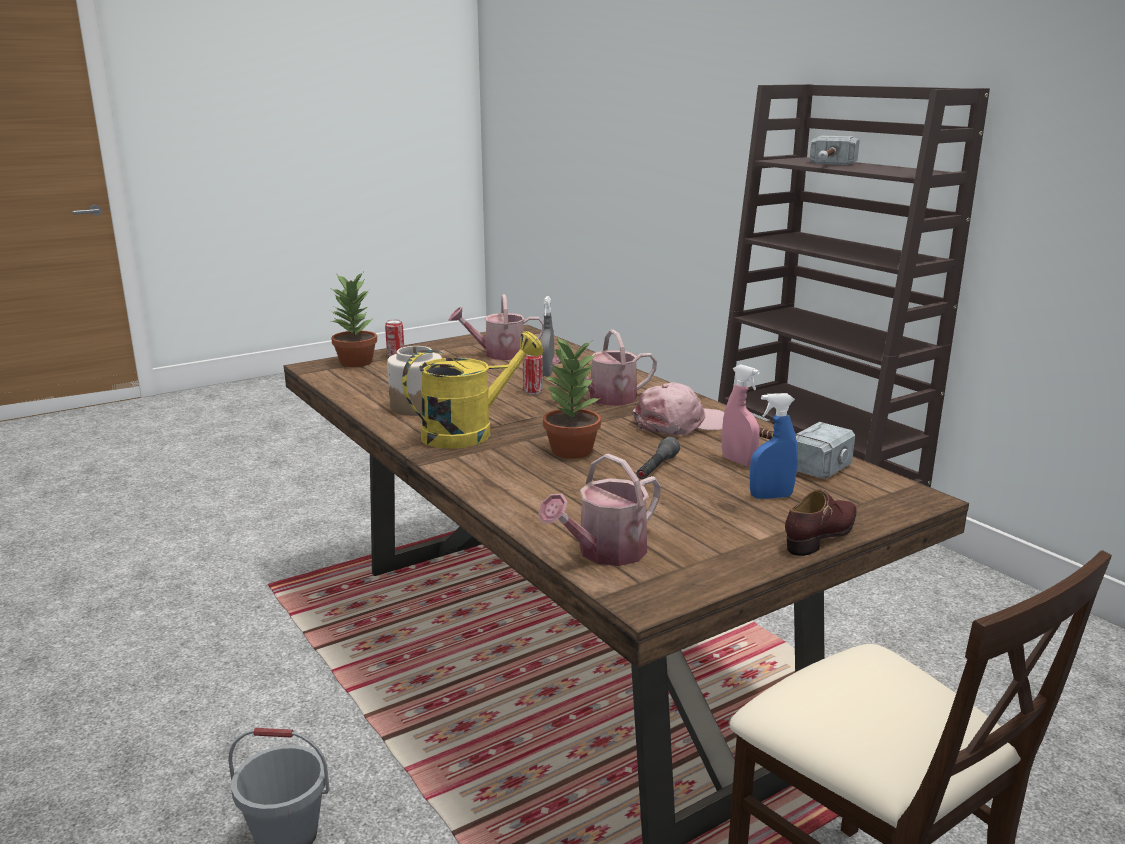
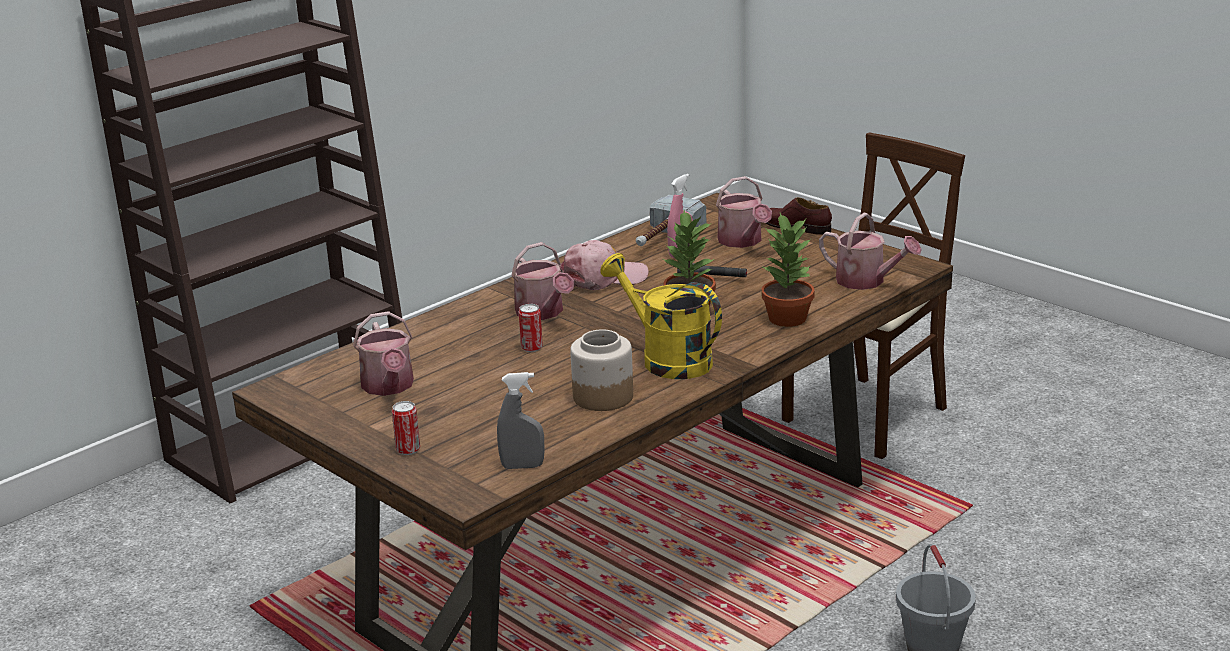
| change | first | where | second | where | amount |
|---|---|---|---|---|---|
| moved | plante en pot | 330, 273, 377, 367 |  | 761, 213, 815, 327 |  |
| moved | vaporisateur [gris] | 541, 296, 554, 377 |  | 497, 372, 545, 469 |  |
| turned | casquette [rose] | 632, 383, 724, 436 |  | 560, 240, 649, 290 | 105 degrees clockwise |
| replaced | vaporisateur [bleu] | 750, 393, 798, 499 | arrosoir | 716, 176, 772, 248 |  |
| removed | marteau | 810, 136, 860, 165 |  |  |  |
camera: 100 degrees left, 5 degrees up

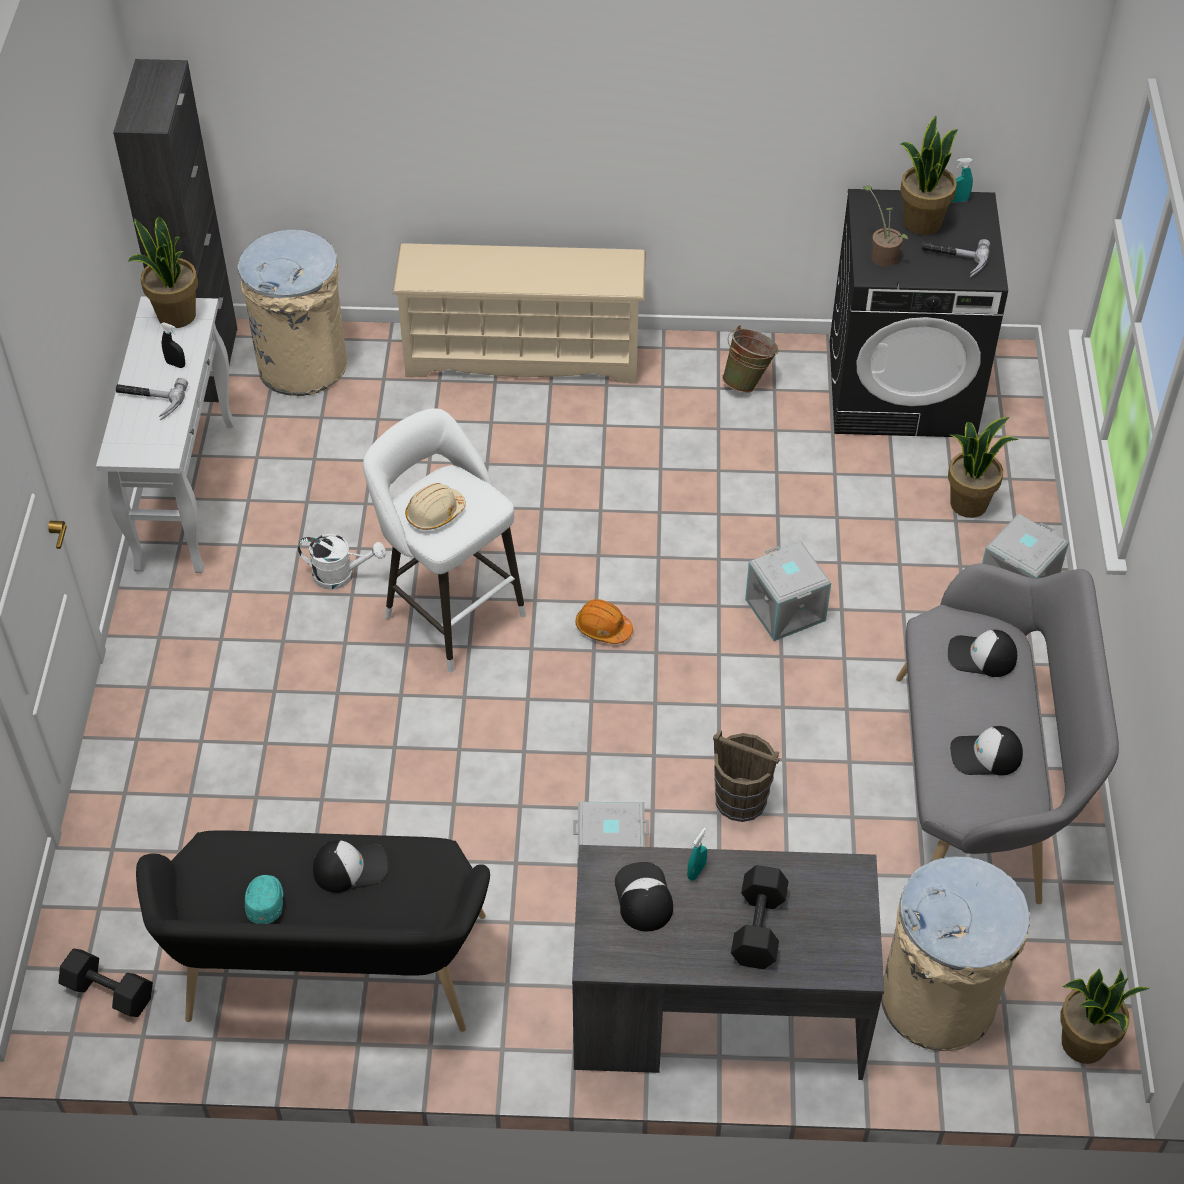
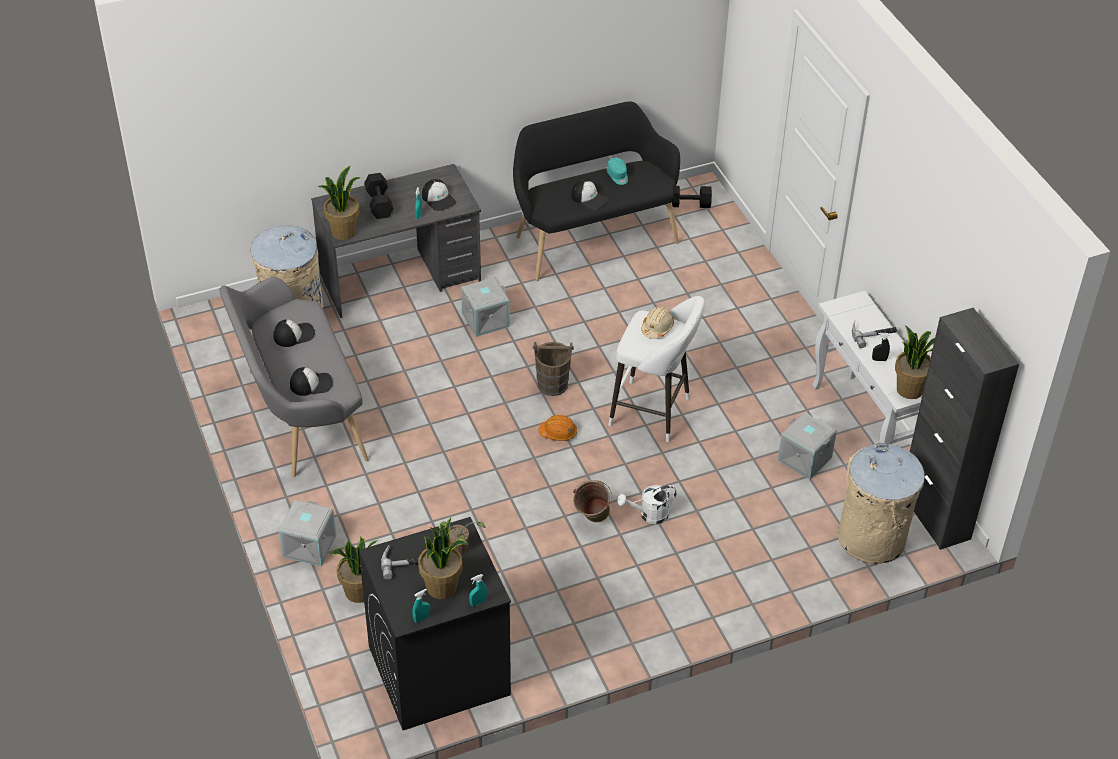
| change | first | where | second | where | amount |
|---|---|---|---|---|---|
| moved | arrosoir [blanc] | 298, 534, 386, 590 |  | 617, 485, 677, 524 |  |
| turned | casquette | 313, 840, 388, 893 |  | 571, 179, 608, 209 | 105 degrees counterclockwise |
| removed | étagère à chaussures [beige] | 392, 243, 646, 383 |  |  |  |
| moved | seau [marron] | 713, 729, 780, 822 |  | 533, 342, 574, 396 |  |
| moved | seau [vert] | 722, 325, 779, 393 |  | 573, 480, 612, 523 |  |
| moved | boîte de rangement [gris] | 745, 542, 831, 641 |  | 777, 412, 837, 480 |  |
| moved | plante en pot | 1060, 969, 1150, 1064 |  | 317, 166, 361, 240 |  |
| added |  |  | vaporisateur [turquoise] | 469, 574, 487, 606 |  |
camera: 155 degrees right, 5 degrees down

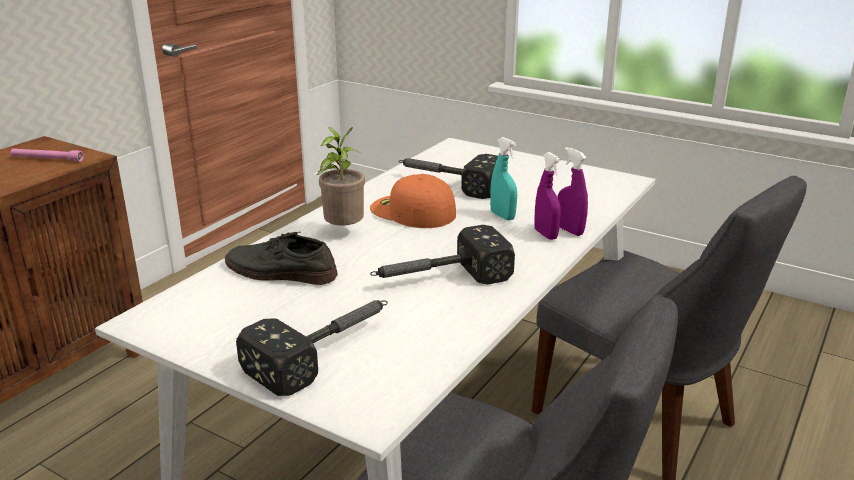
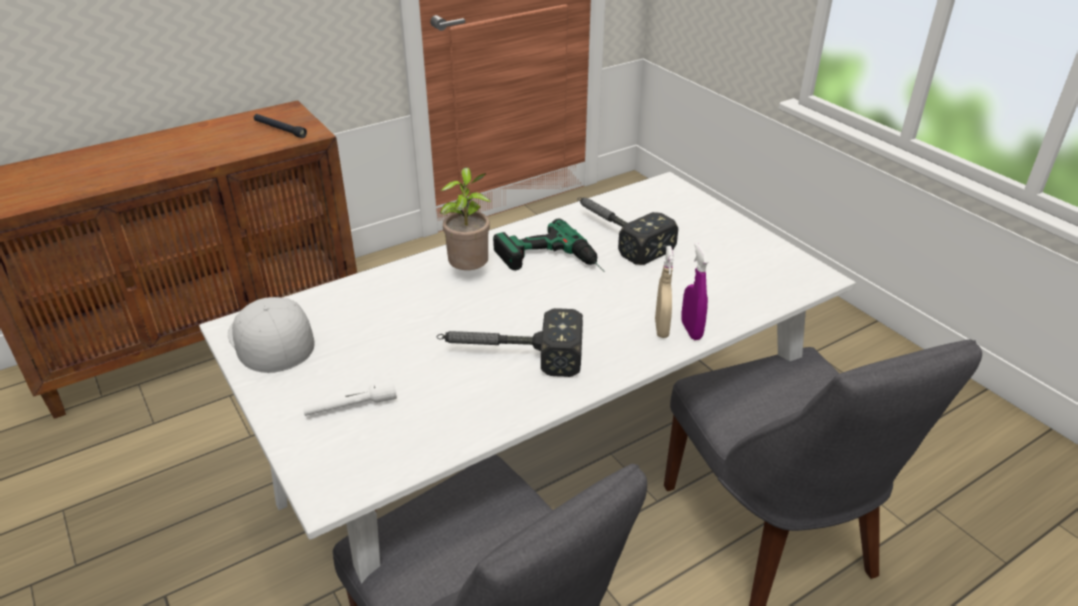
| change | first | where | second | where | amount |
|---|---|---|---|---|---|
| recoloured | lampe de poche [rose] | 11, 148, 84, 162 | lampe de poche [noir] | 254, 114, 307, 138 |  |
| removed | chaussure [gris] | 225, 232, 338, 285 |  |  |  |
| replaced | marteau | 236, 300, 388, 396 | lampe de poche [blanc] | 302, 378, 397, 416 |  |
| replaced | casquette [orange] | 370, 174, 456, 228 | perceuse | 493, 219, 605, 272 |  |
| removed | vaporisateur [turquoise] | 490, 137, 517, 220 |  |  |  |
| recoloured | vaporisateur [violet] | 534, 152, 561, 240 | vaporisateur [beige] | 655, 246, 674, 338 |  |
| added |  |  | casquette [blanc] | 228, 297, 315, 373 |  |
camera: 25 degrees right, 10 degrees up

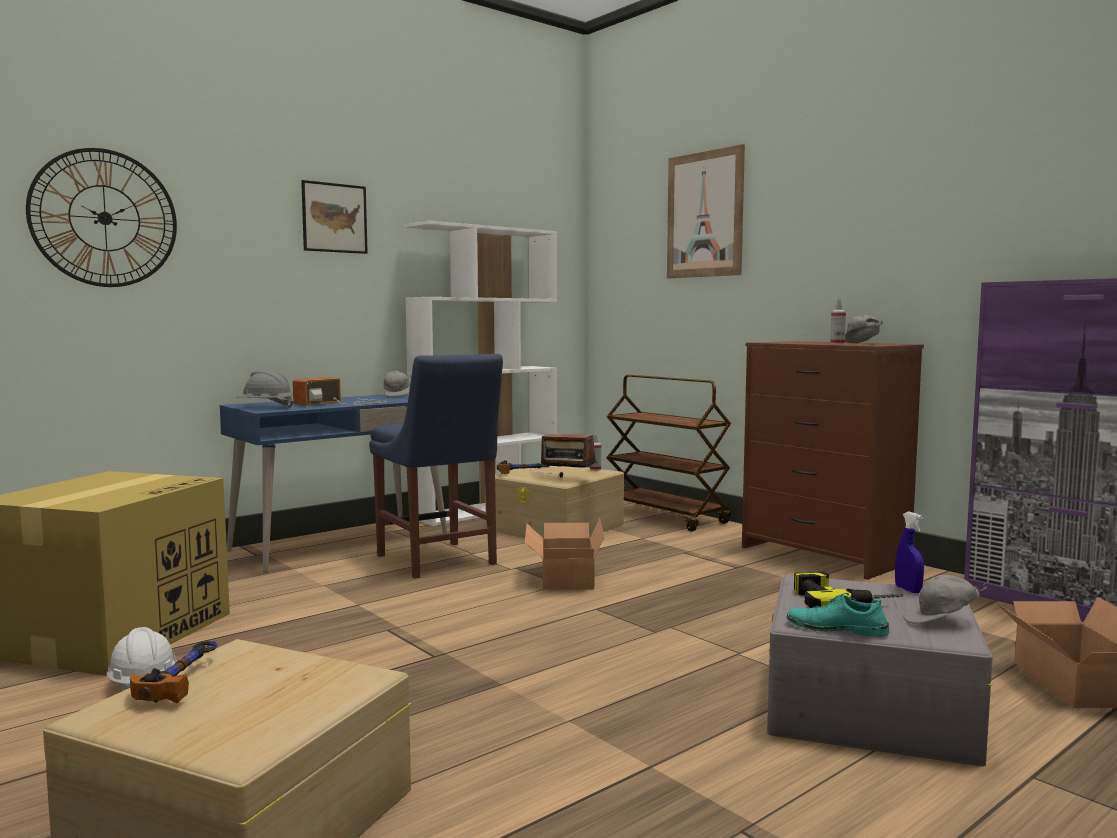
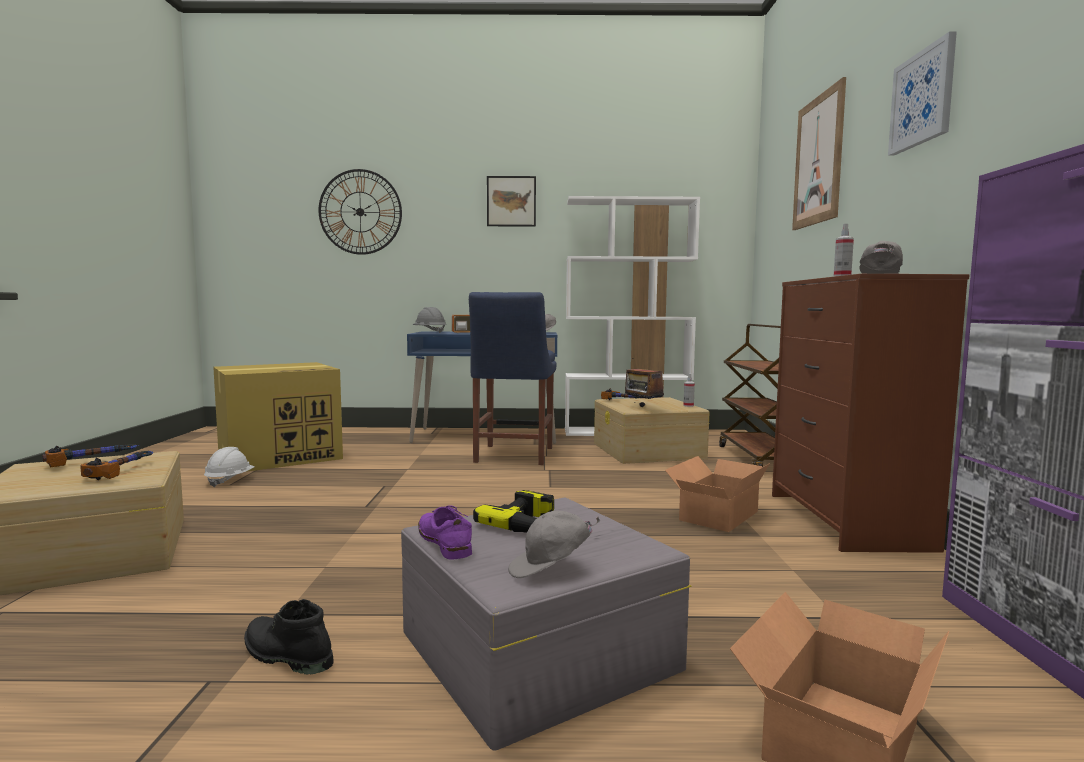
| change | first | where | second | where | amount |
|---|---|---|---|---|---|
| moved | carton | 525, 518, 605, 590 |  | 665, 456, 770, 532 |  |
| recoloured | chaussure [turquoise] | 786, 593, 889, 637 | chaussure [violet] | 418, 505, 472, 560 |  |
| removed | vaporisateur [bleu] | 895, 512, 924, 593 |  |  |  |
| turned | casquette [gris] | 903, 575, 987, 624 |  | 508, 511, 600, 578 | 60 degrees counterclockwise |
| added |  |  | marteau | 80, 451, 154, 480 |  |
| added |  |  | botte [noir] | 244, 599, 334, 675 |  |
| added |  |  | tableau | 888, 32, 957, 156 |  |
camera: 40 degrees right, 0 degrees up

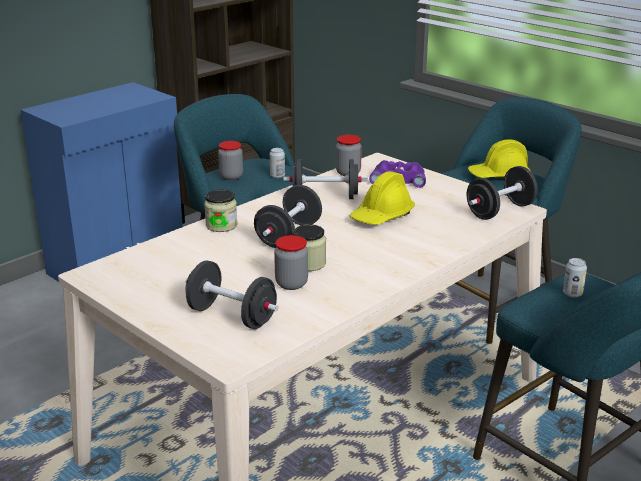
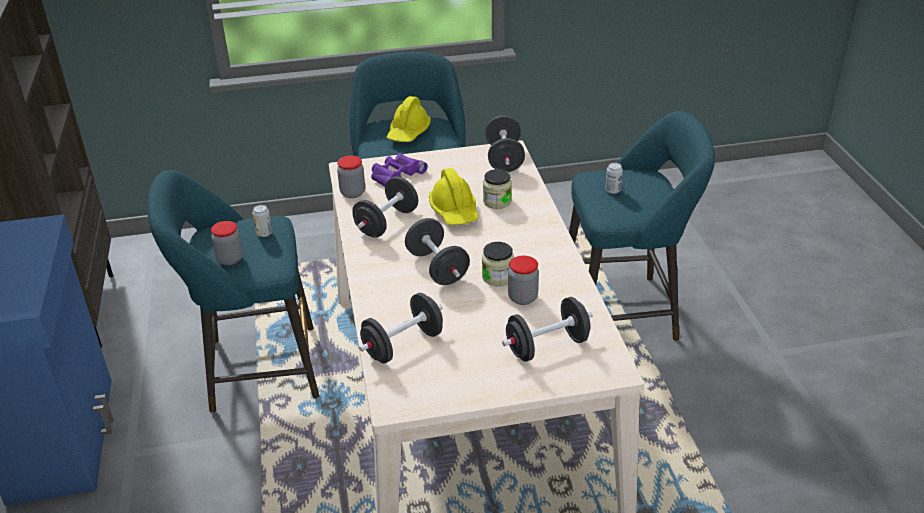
| change | first | where | second | where | amount |
|---|---|---|---|---|---|
| moved | bocal | 204, 190, 237, 232 |  | 483, 169, 512, 209 |  |
| added |  |  | haltère [noir] | 359, 293, 443, 363 |  |
camera: 55 degrees left, 10 degrees up

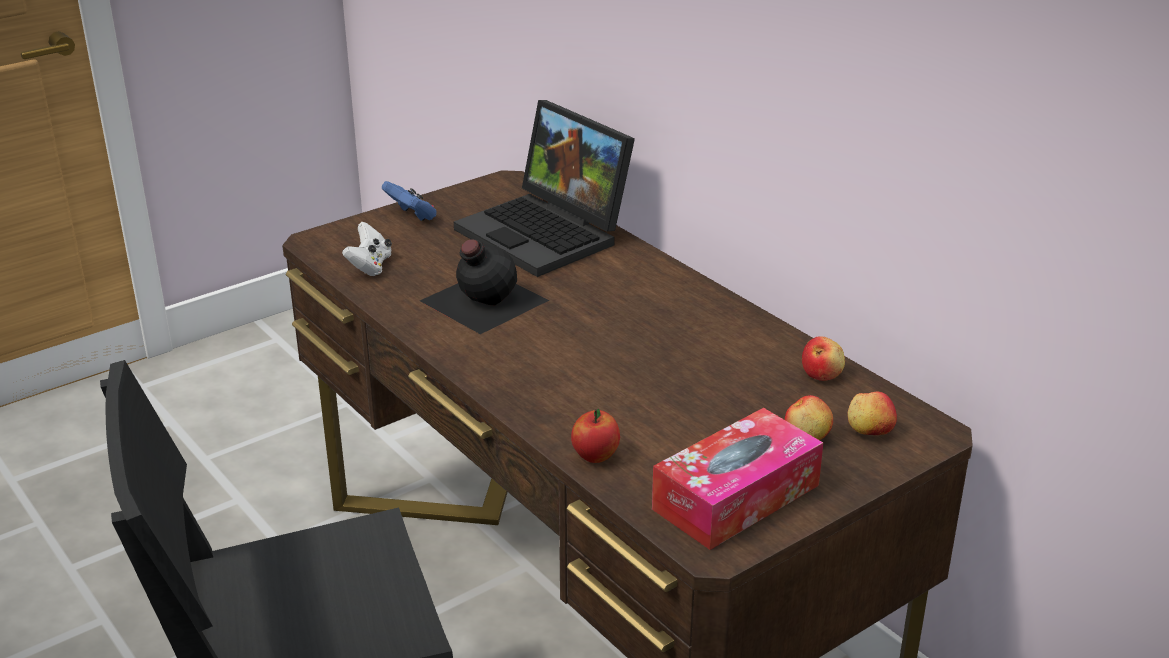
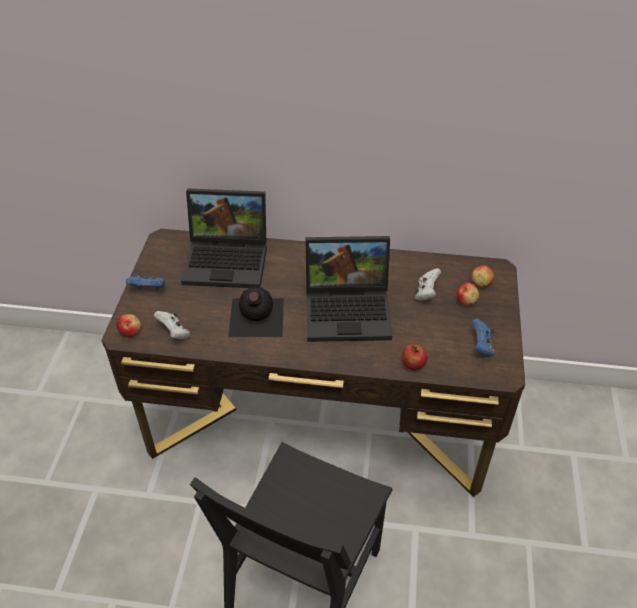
| change | first | where | second | where | amount |
|---|---|---|---|---|---|
| replaced | boîte à mouchoirs | 652, 408, 823, 550 | manette [bleu] | 472, 318, 495, 357 |  |
| moved | pomme | 802, 336, 845, 381 |  | 116, 314, 141, 337 |  |
| added |  |  | ordinateur portable | 305, 236, 392, 342 |  |
| added |  |  | manette [blanc] | 415, 268, 441, 301 |  |
camera: 45 degrees left, 15 degrees up

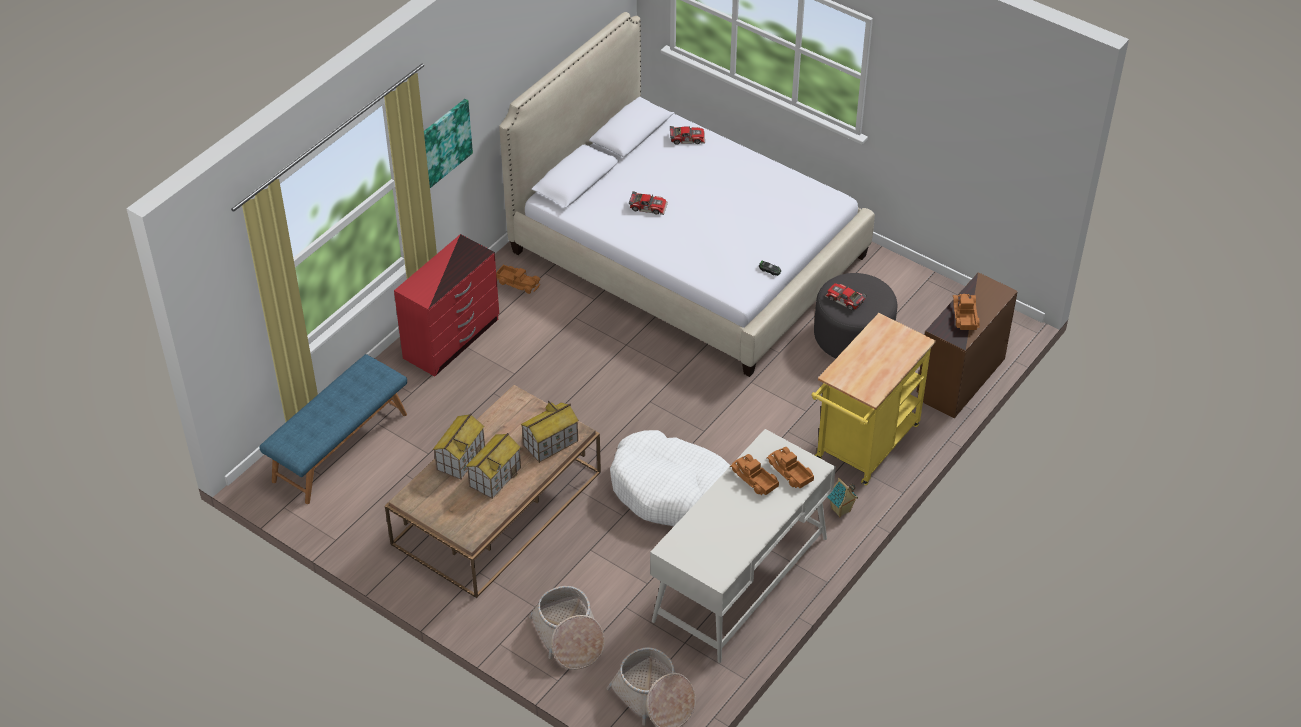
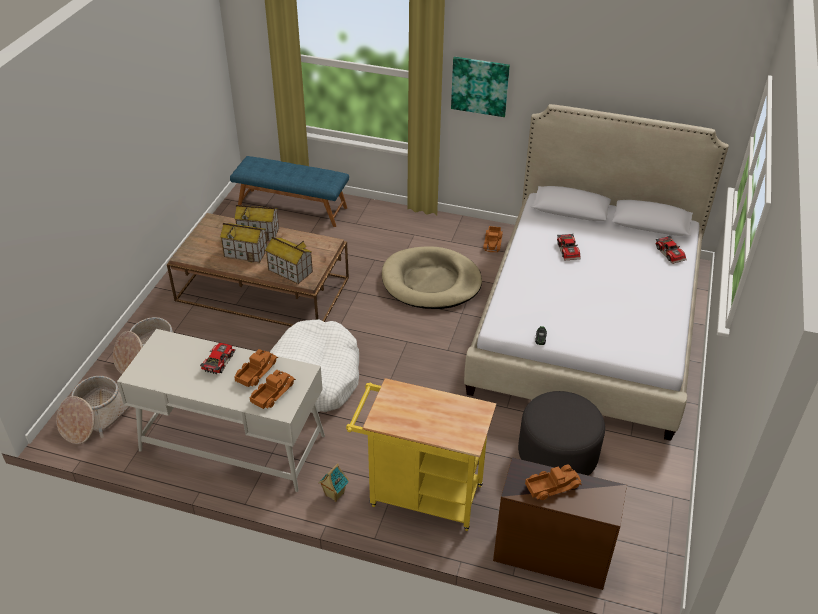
| change | first | where | second | where | amount |
|---|---|---|---|---|---|
| removed | commode [rouge] | 394, 234, 499, 377 |  |  |  |
| moved | petite voiture | 825, 283, 867, 310 |  | 200, 343, 236, 374 |  |
| added |  |  | panier pour chien [beige] | 382, 246, 482, 309 |  |
camera: 70 degrees right, 5 degrees down

